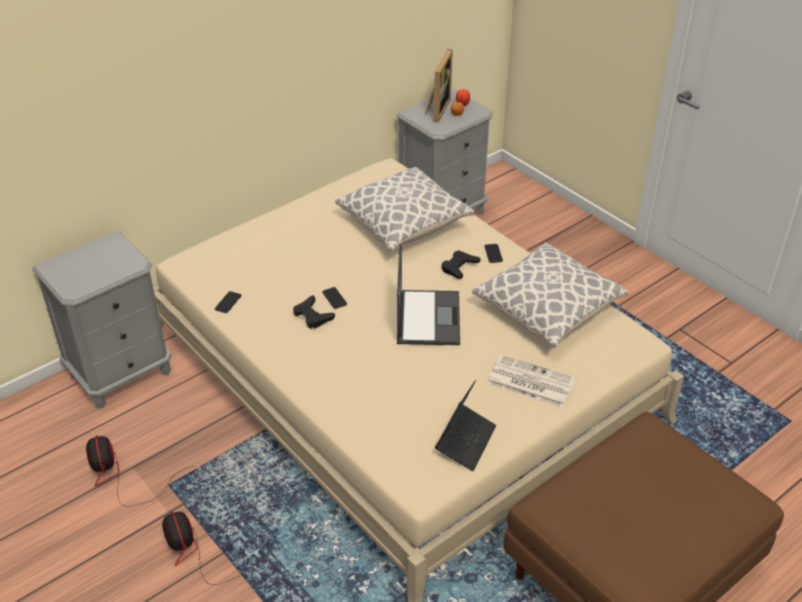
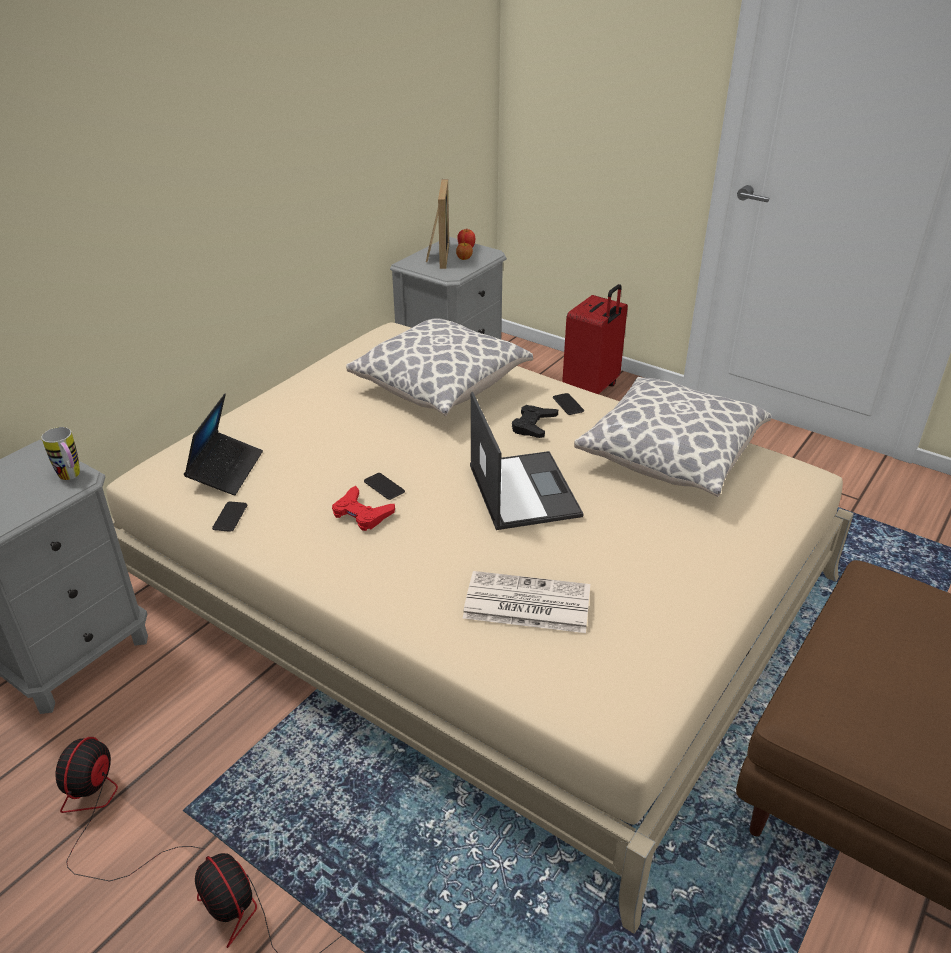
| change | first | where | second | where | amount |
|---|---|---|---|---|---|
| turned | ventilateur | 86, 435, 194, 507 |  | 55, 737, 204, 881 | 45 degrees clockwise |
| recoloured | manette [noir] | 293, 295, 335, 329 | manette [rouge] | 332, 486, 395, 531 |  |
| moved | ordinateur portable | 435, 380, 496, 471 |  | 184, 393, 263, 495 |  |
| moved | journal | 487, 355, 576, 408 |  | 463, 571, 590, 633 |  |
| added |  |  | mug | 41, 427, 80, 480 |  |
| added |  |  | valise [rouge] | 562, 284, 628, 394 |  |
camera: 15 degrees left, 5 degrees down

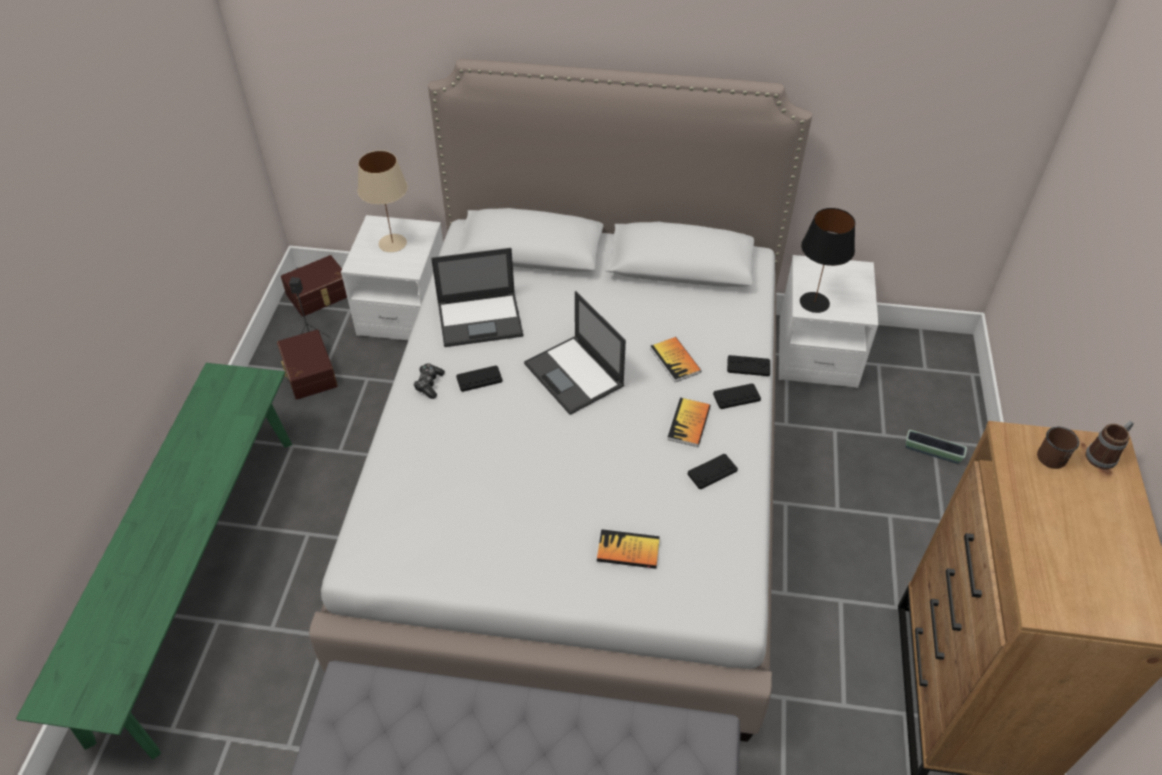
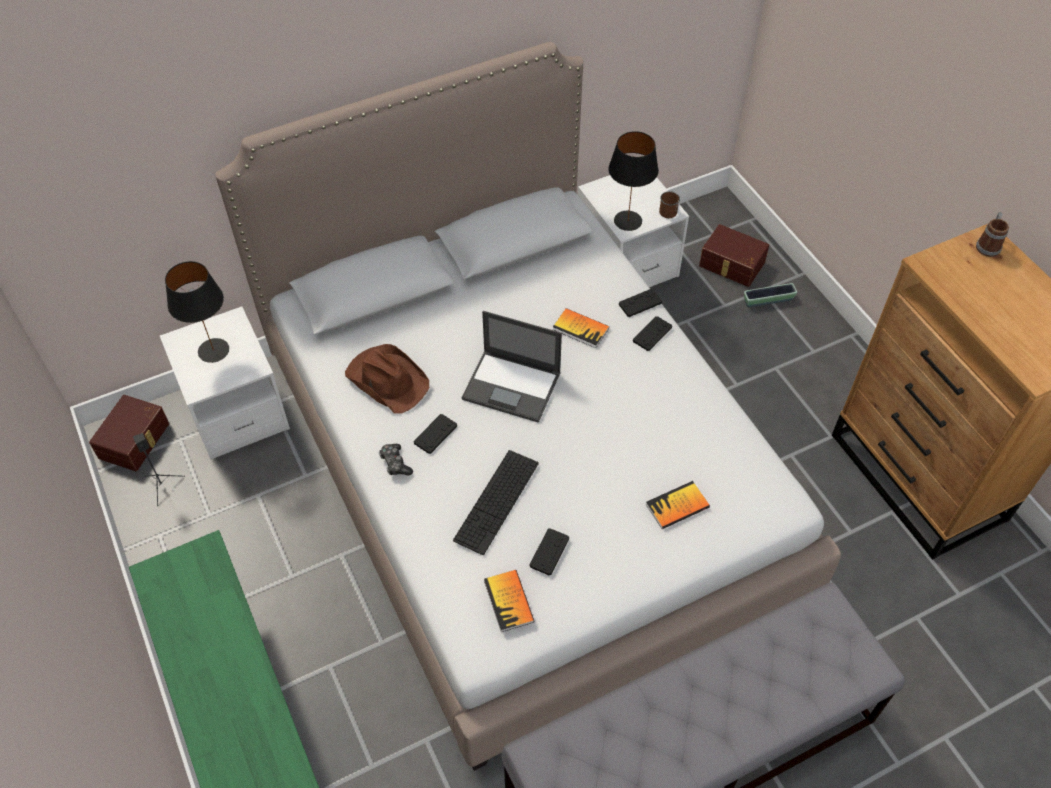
| change | first | where | second | where | amount |
|---|---|---|---|---|---|
| moved | boîte de rangement [marron] | 277, 330, 338, 400 |  | 699, 224, 769, 287 |  |
| recoloured | lampe de table [beige] | 357, 150, 408, 252 | lampe de table [noir] | 165, 261, 229, 363 |  |
| replaced | ordinateur portable | 431, 248, 523, 347 | chapeau [marron] | 345, 344, 429, 413 |  |
| moved | livre | 667, 398, 711, 447 |  | 484, 570, 534, 632 |  |
| moved | manette [noir] | 688, 454, 738, 489 |  | 529, 528, 569, 576 |  |
| moved | mug [marron] | 1037, 427, 1079, 469 |  | 659, 191, 680, 218 |  |
| added |  |  | clavier | 453, 450, 539, 555 |  |
camera: 35 degrees left, 5 degrees up

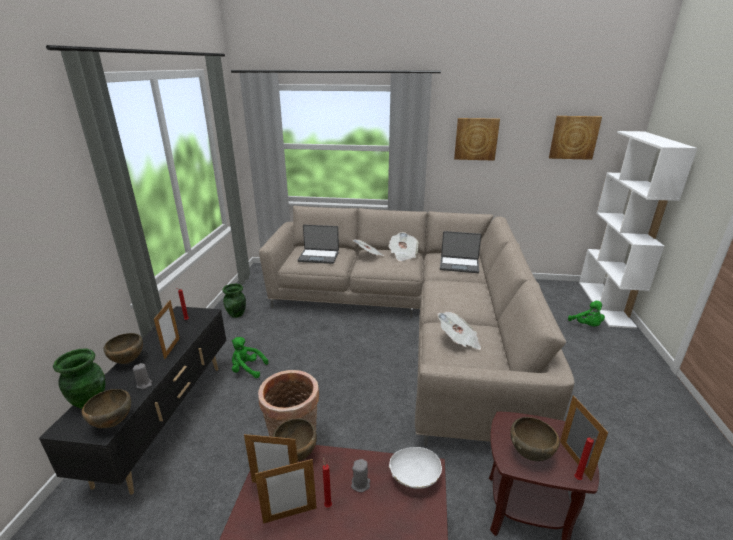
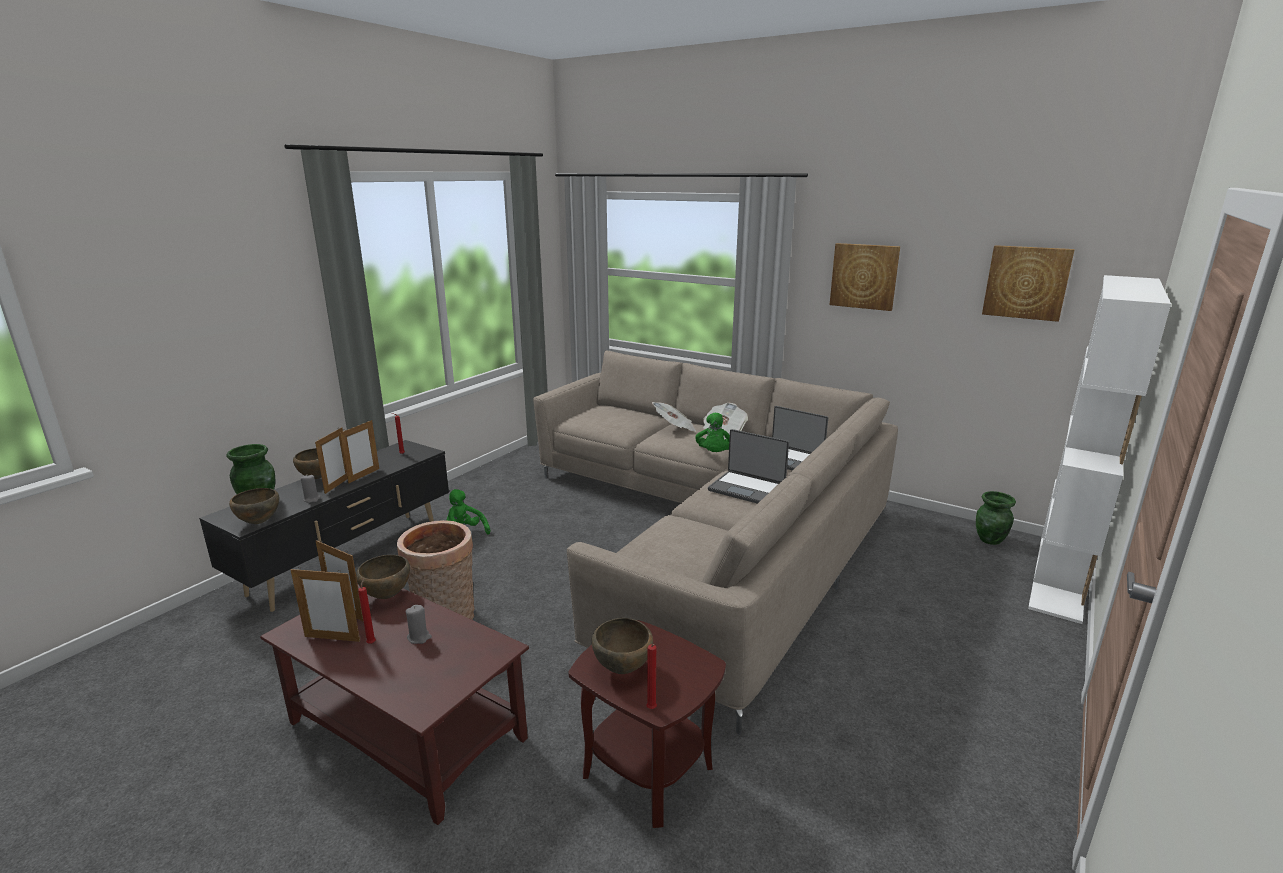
| change | first | where | second | where | amount |
|---|---|---|---|---|---|
| moved | vase [vert] | 222, 283, 246, 318 |  | 976, 491, 1016, 545 |  |
| moved | ordinateur portable | 298, 225, 339, 264 |  | 708, 429, 789, 504 |  |
| removed | bol [blanc] | 389, 447, 442, 489 |  |  |  |
| removed | journal | 437, 312, 481, 350 |  |  |  |
| moved | cadre photo | 560, 395, 608, 481 |  | 315, 427, 347, 494 |  |
| moved | peluche [vert] | 568, 301, 605, 326 |  | 695, 413, 730, 452 |  |
camera: 25 degrees right, 5 degrees down

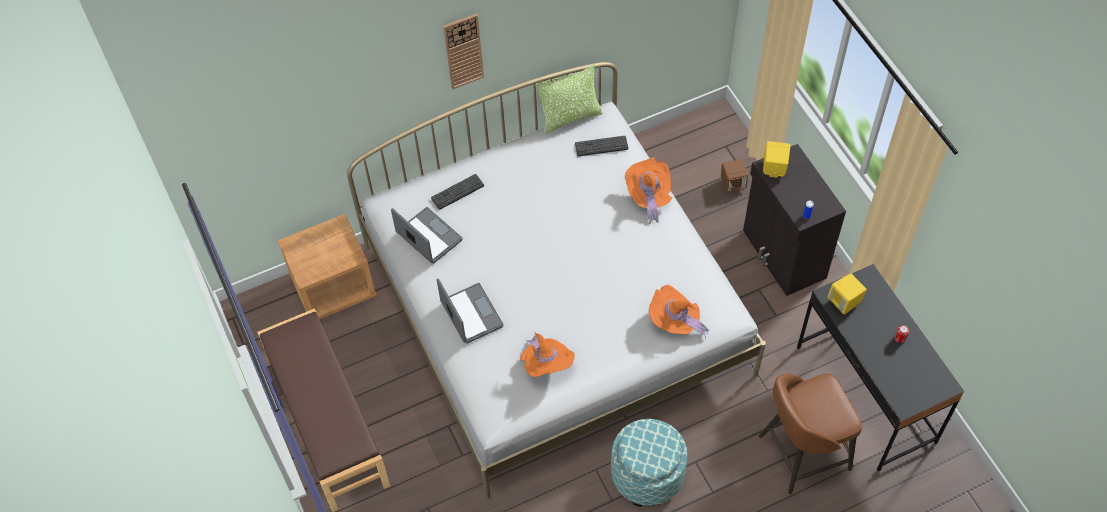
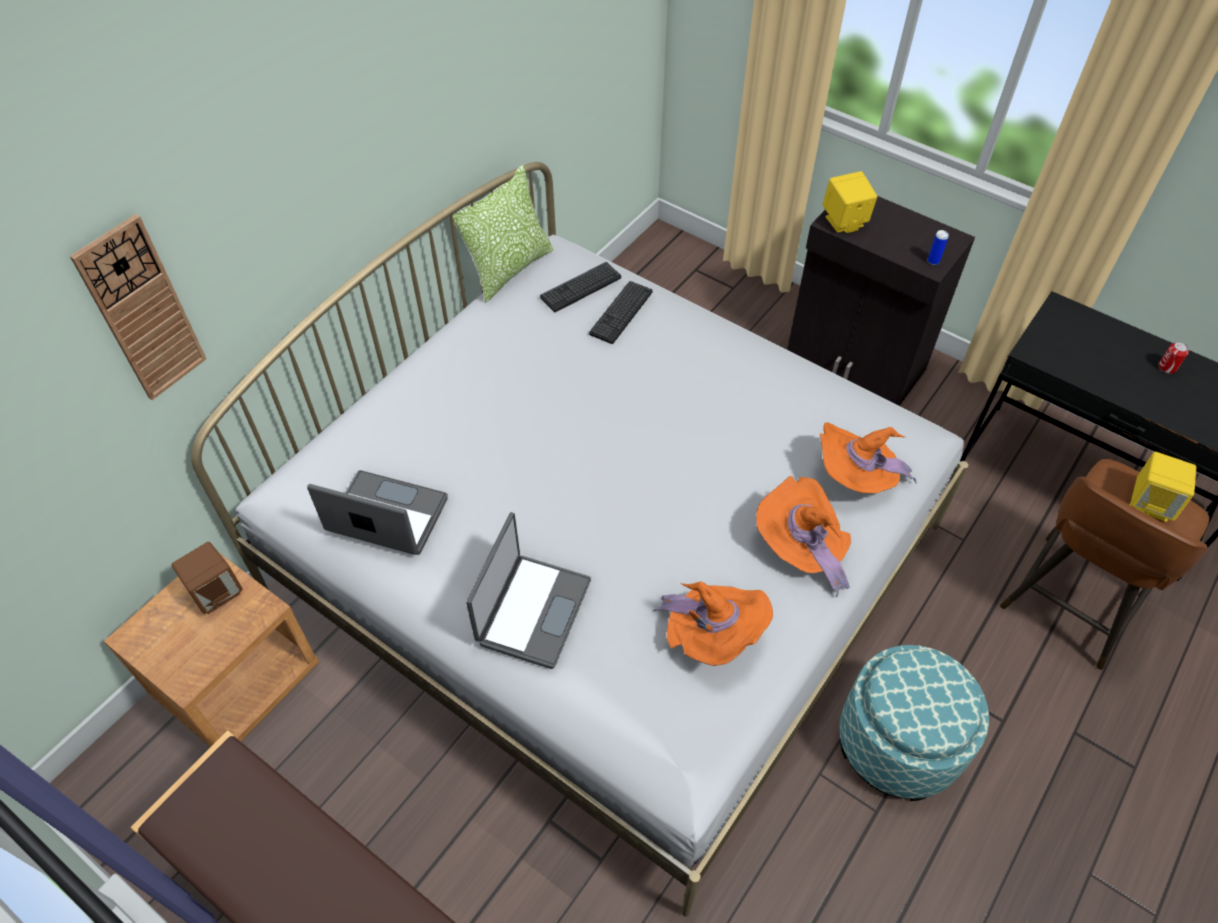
| change | first | where | second | where | amount |
|---|---|---|---|---|---|
| moved | clavier | 431, 174, 484, 210 |  | 589, 281, 652, 344 |  |
| turned | ordinateur portable | 437, 278, 504, 343 |  | 466, 512, 591, 669 | 75 degrees clockwise |
| moved | horloge murale | 443, 13, 484, 89 |  | 70, 214, 206, 400 |  |
| moved | chapeau [orange] | 625, 157, 672, 224 |  | 756, 476, 851, 597 |  |
| moved | enceinte [marron] | 721, 160, 748, 193 |  | 172, 542, 243, 614 |  |
| moved | enceinte [jaune] | 827, 274, 867, 315 |  | 1130, 452, 1196, 522 |  |
camera: 30 degrees left, 5 degrees down

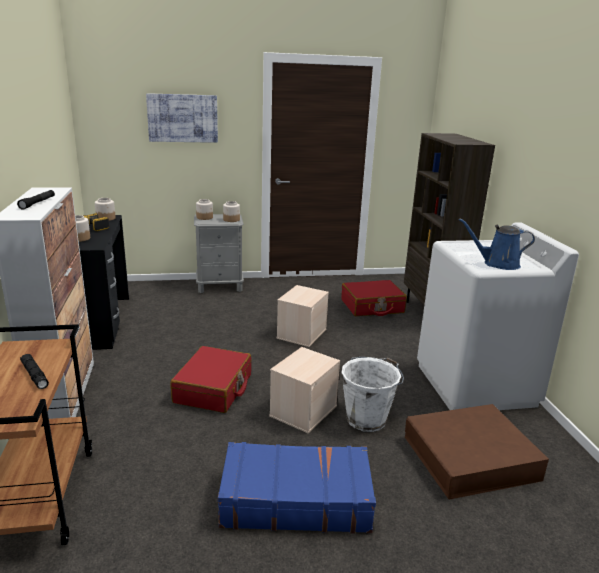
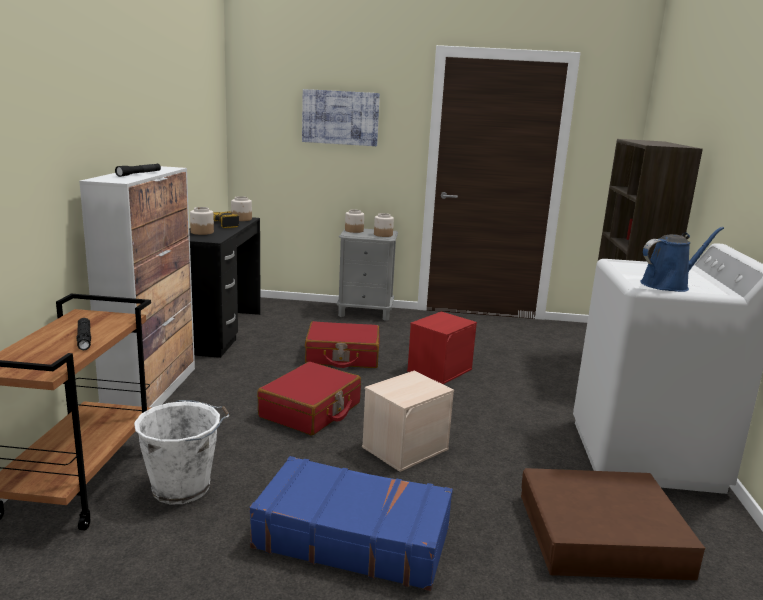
| change | first | where | second | where | amount |
|---|---|---|---|---|---|
| recoloured | boîte de rangement [beige] | 277, 285, 329, 347 | boîte de rangement [rouge] | 407, 311, 477, 384 |  |
| moved | valise [rouge] | 341, 280, 407, 316 |  | 305, 321, 380, 368 |  |
| moved | seau [blanc] | 341, 357, 404, 432 |  | 134, 400, 230, 504 |  |
| turned | arrosoir [bleu] | 459, 218, 535, 270 |  | 640, 227, 724, 292 | 135 degrees clockwise |
camera: 15 degrees right, 5 degrees down

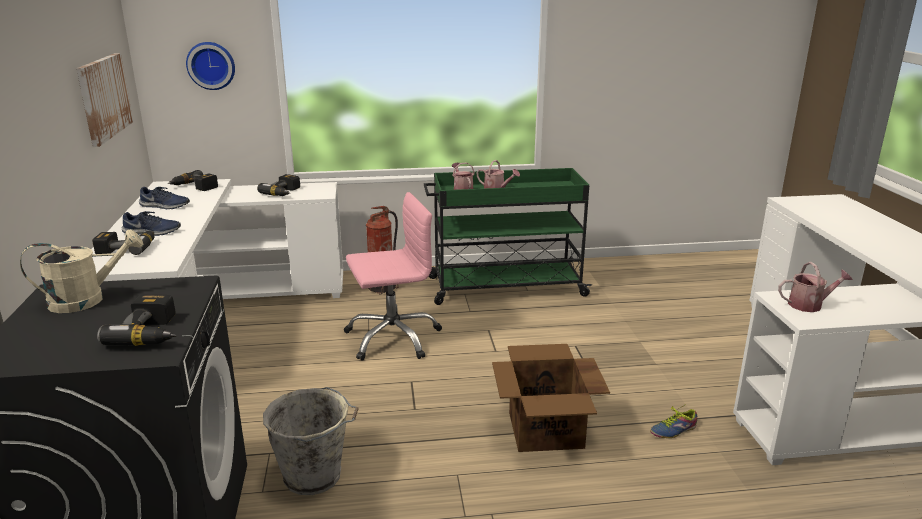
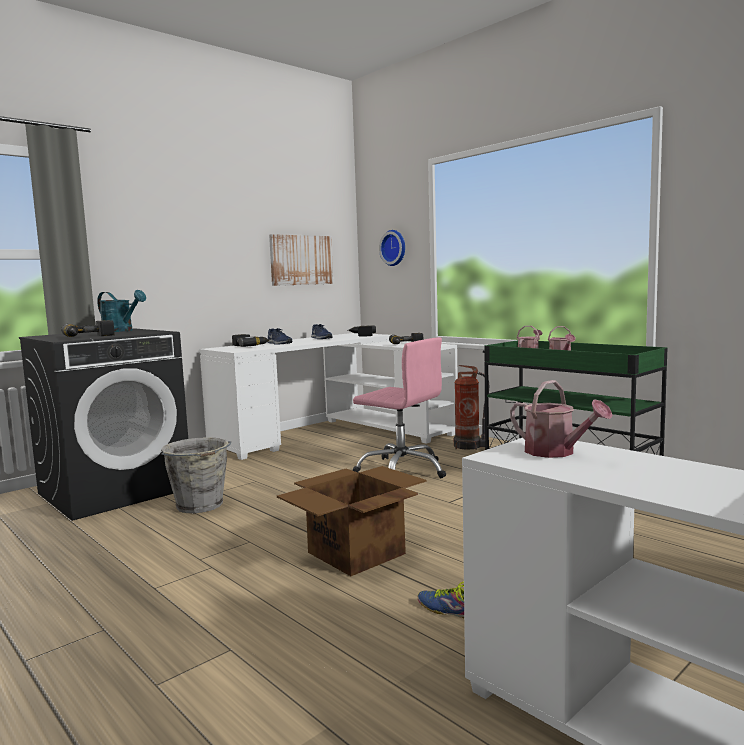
| change | first | where | second | where | amount |
|---|---|---|---|---|---|
| recoloured | arrosoir [beige] | 20, 229, 143, 313 | arrosoir [turquoise] | 97, 290, 146, 332 |  |
camera: 55 degrees right, 15 degrees down

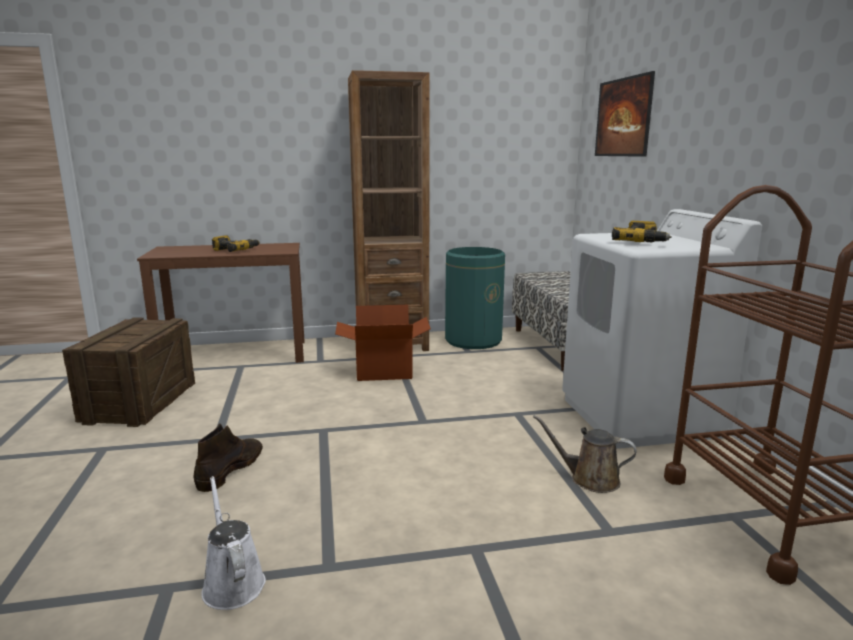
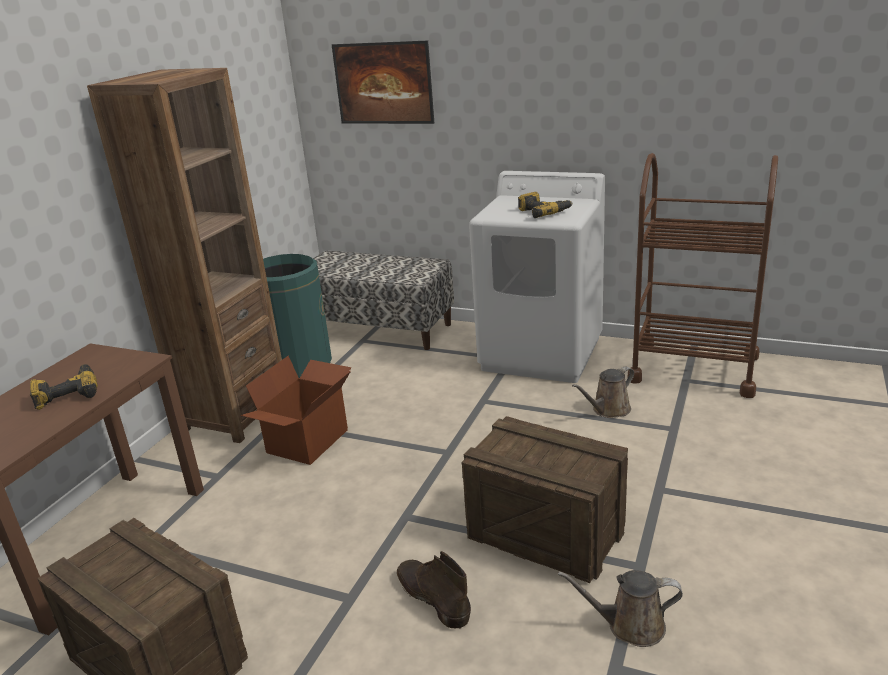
| change | first | where | second | where | amount |
|---|---|---|---|---|---|
| recoloured | arrosoir [blanc] | 201, 476, 266, 610 | arrosoir [marron] | 558, 570, 683, 647 |  |
| added |  |  | caisse | 461, 416, 628, 583 |  |
camera: 55 degrees left, 10 degrees up

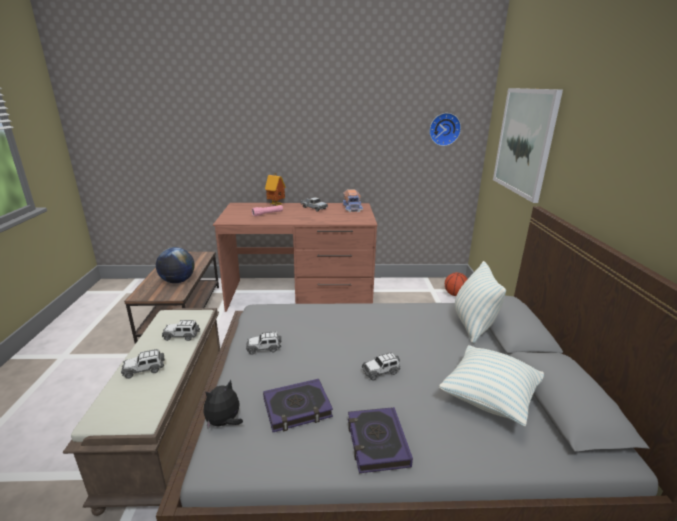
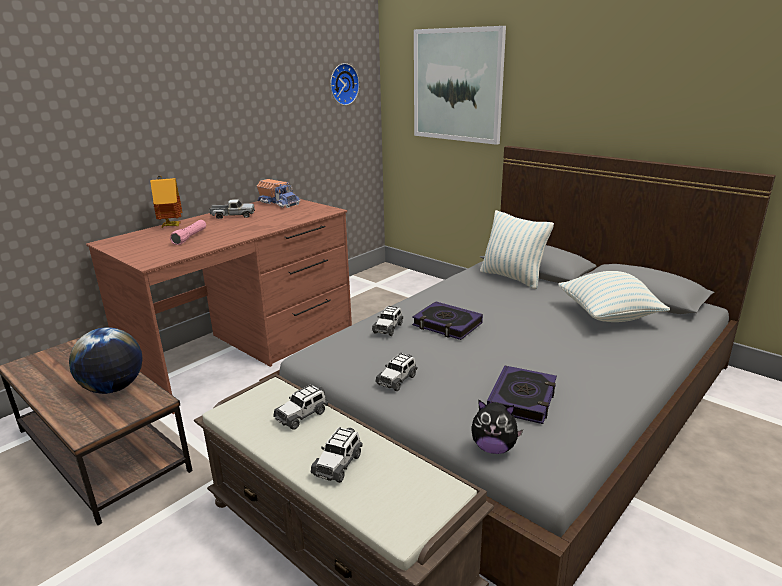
| change | first | where | second | where | amount |
|---|---|---|---|---|---|
| turned | peluche | 204, 380, 243, 430 |  | 471, 400, 523, 454 | 75 degrees counterclockwise |
| moved | livre | 348, 407, 413, 473 |  | 412, 301, 483, 340 |  |
| moved | petite voiture | 362, 352, 401, 381 |  | 372, 305, 403, 336 |  |
| removed | ballon de basket | 445, 272, 467, 296 |  |  |  |
camera: 45 degrees left, 0 degrees up

